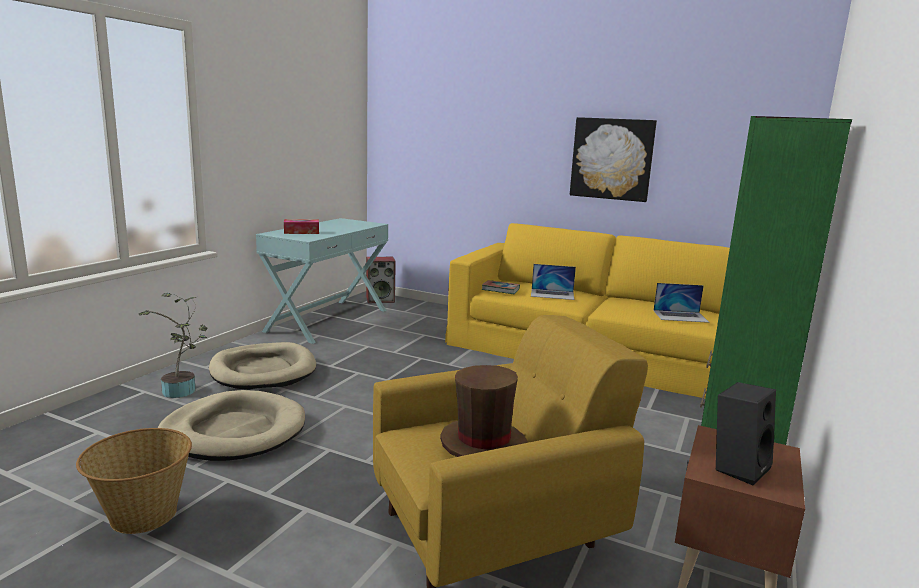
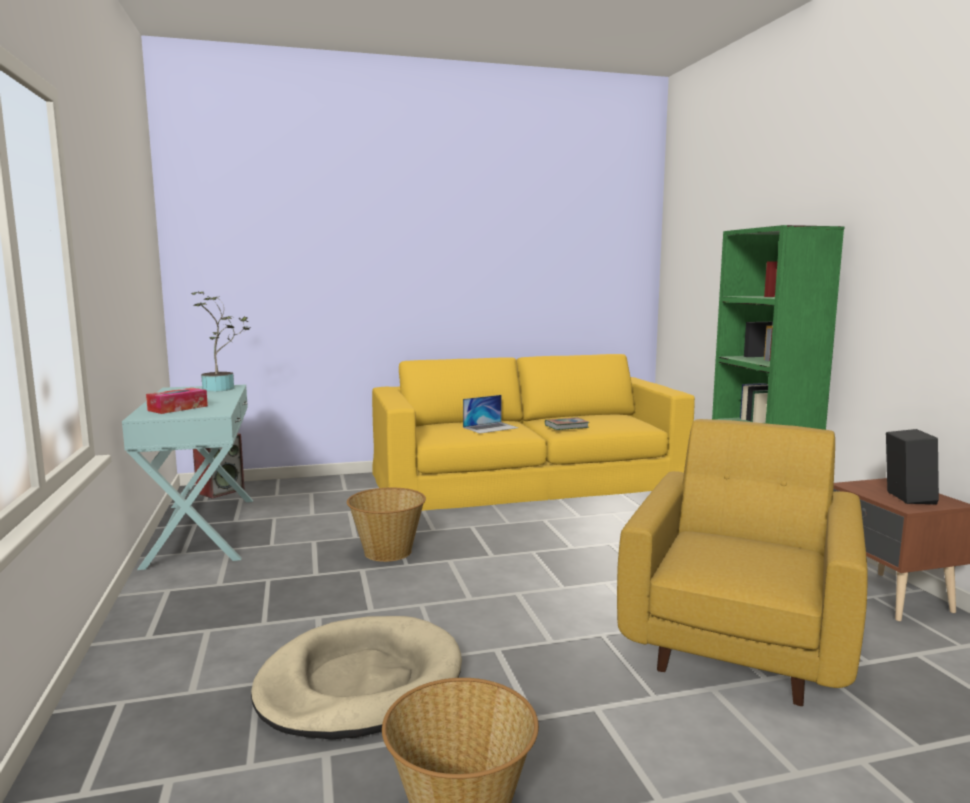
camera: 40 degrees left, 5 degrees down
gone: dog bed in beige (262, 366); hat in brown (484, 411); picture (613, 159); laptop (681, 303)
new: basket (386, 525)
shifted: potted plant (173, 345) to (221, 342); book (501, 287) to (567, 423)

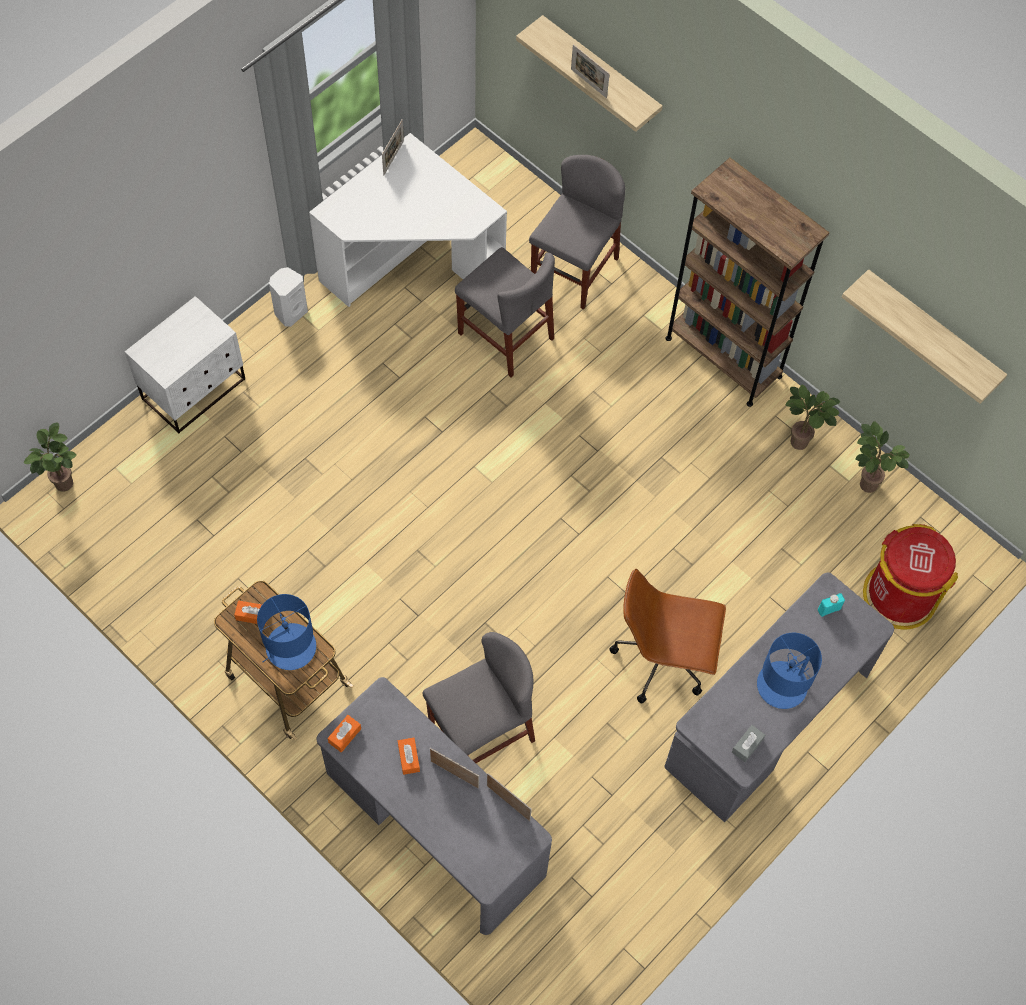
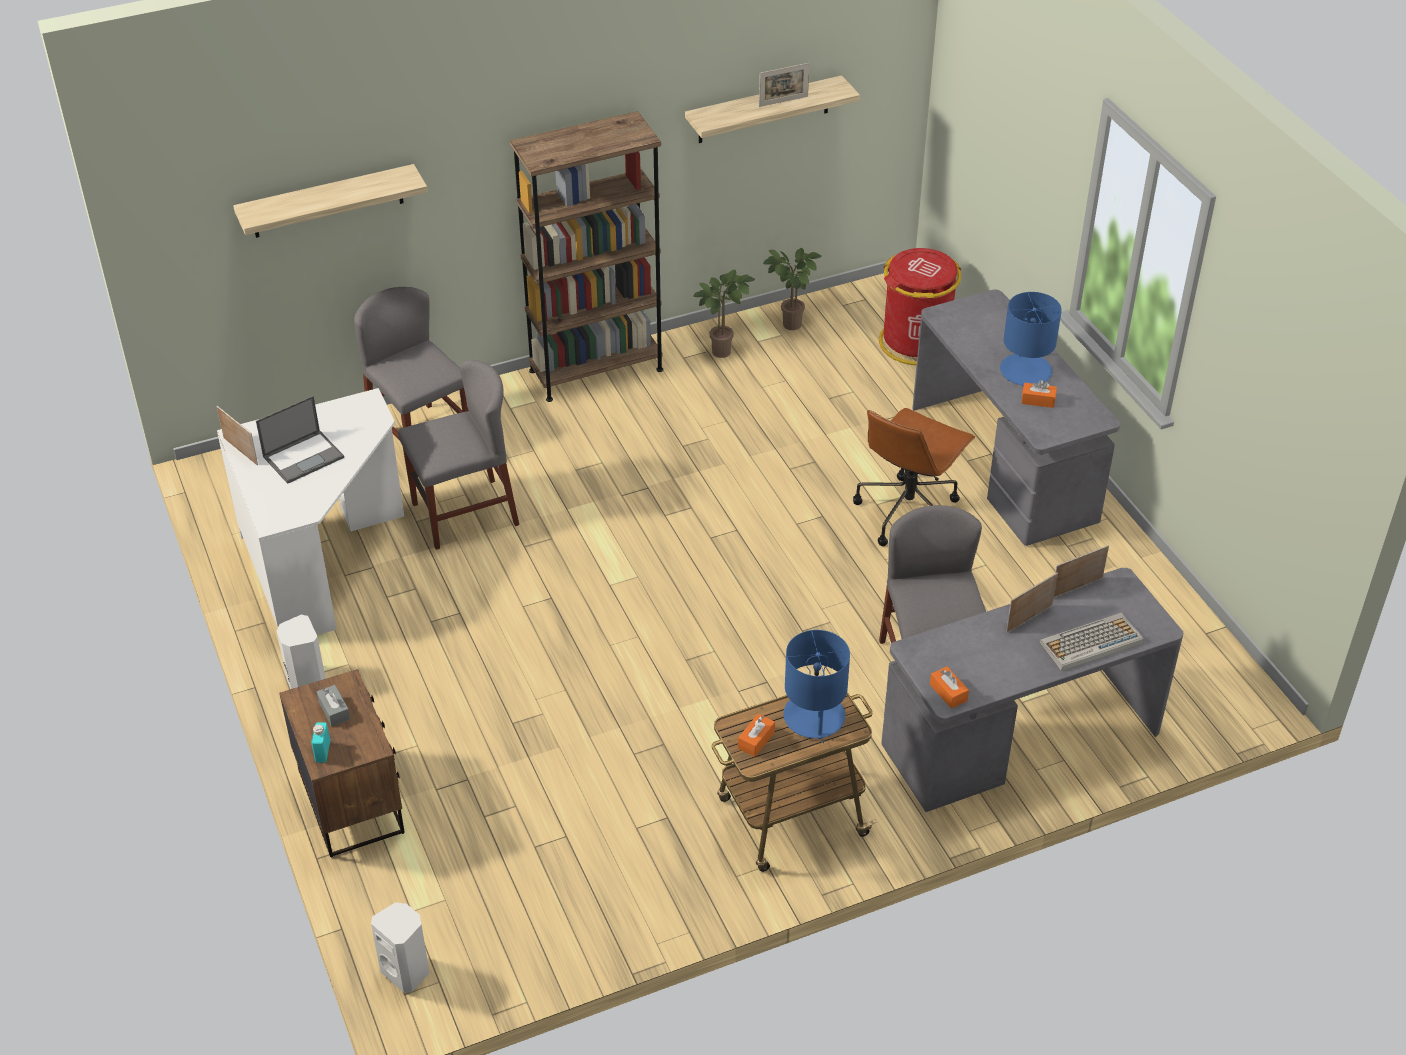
camera: 65 degrees left, 20 degrees down
new: laptop (300, 440); keyboard (1091, 642)
shifted: tissue box in orange (409, 756) to (1039, 394); picture frame (590, 71) to (784, 85); tissue box in grey (748, 743) to (333, 705); bottle in turquoise (831, 605) to (320, 742)
swapped: potted plant (50, 457) to speaker in white (400, 947)
repainted: nightstand in white (185, 364) to nightstand in brown (341, 763)

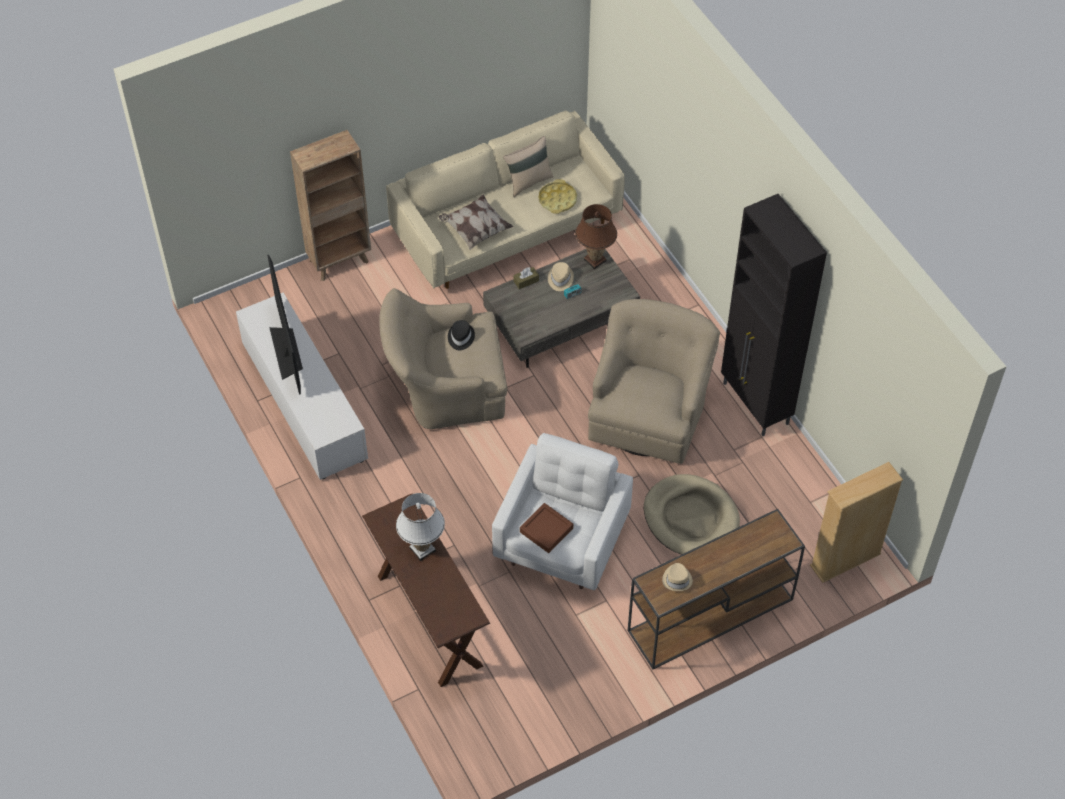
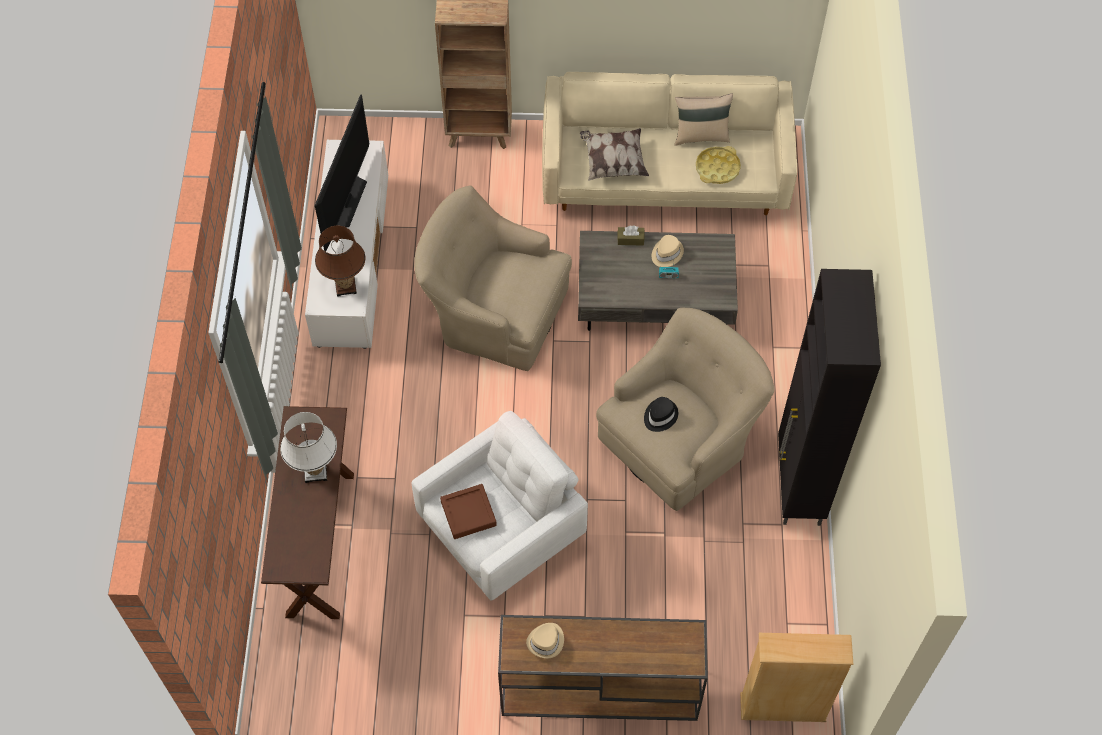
camera: 30 degrees right, 5 degrees up
gone: dog bed in beige (692, 514)
shifted: hat in black (461, 335) to (661, 414); table lamp in brown (596, 237) to (340, 261)

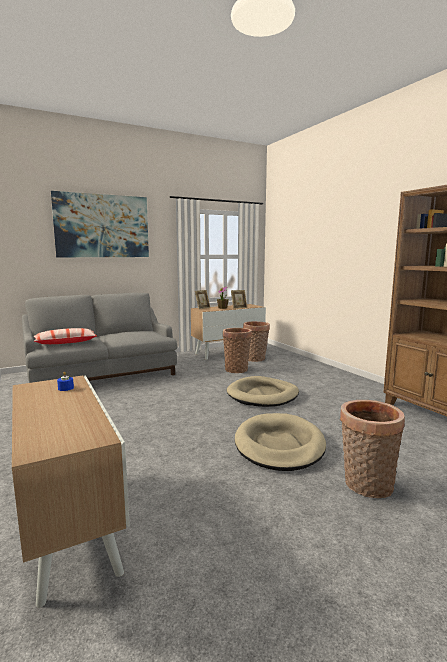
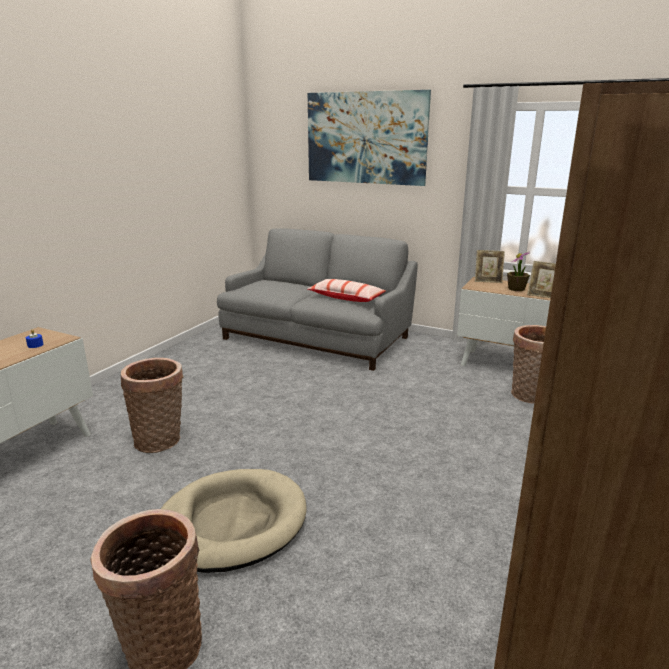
camera: 55 degrees right, 10 degrees up
gone: dog bed in beige (263, 391)
shifted: pillow (65, 336) to (346, 290); basket (237, 350) to (152, 405)

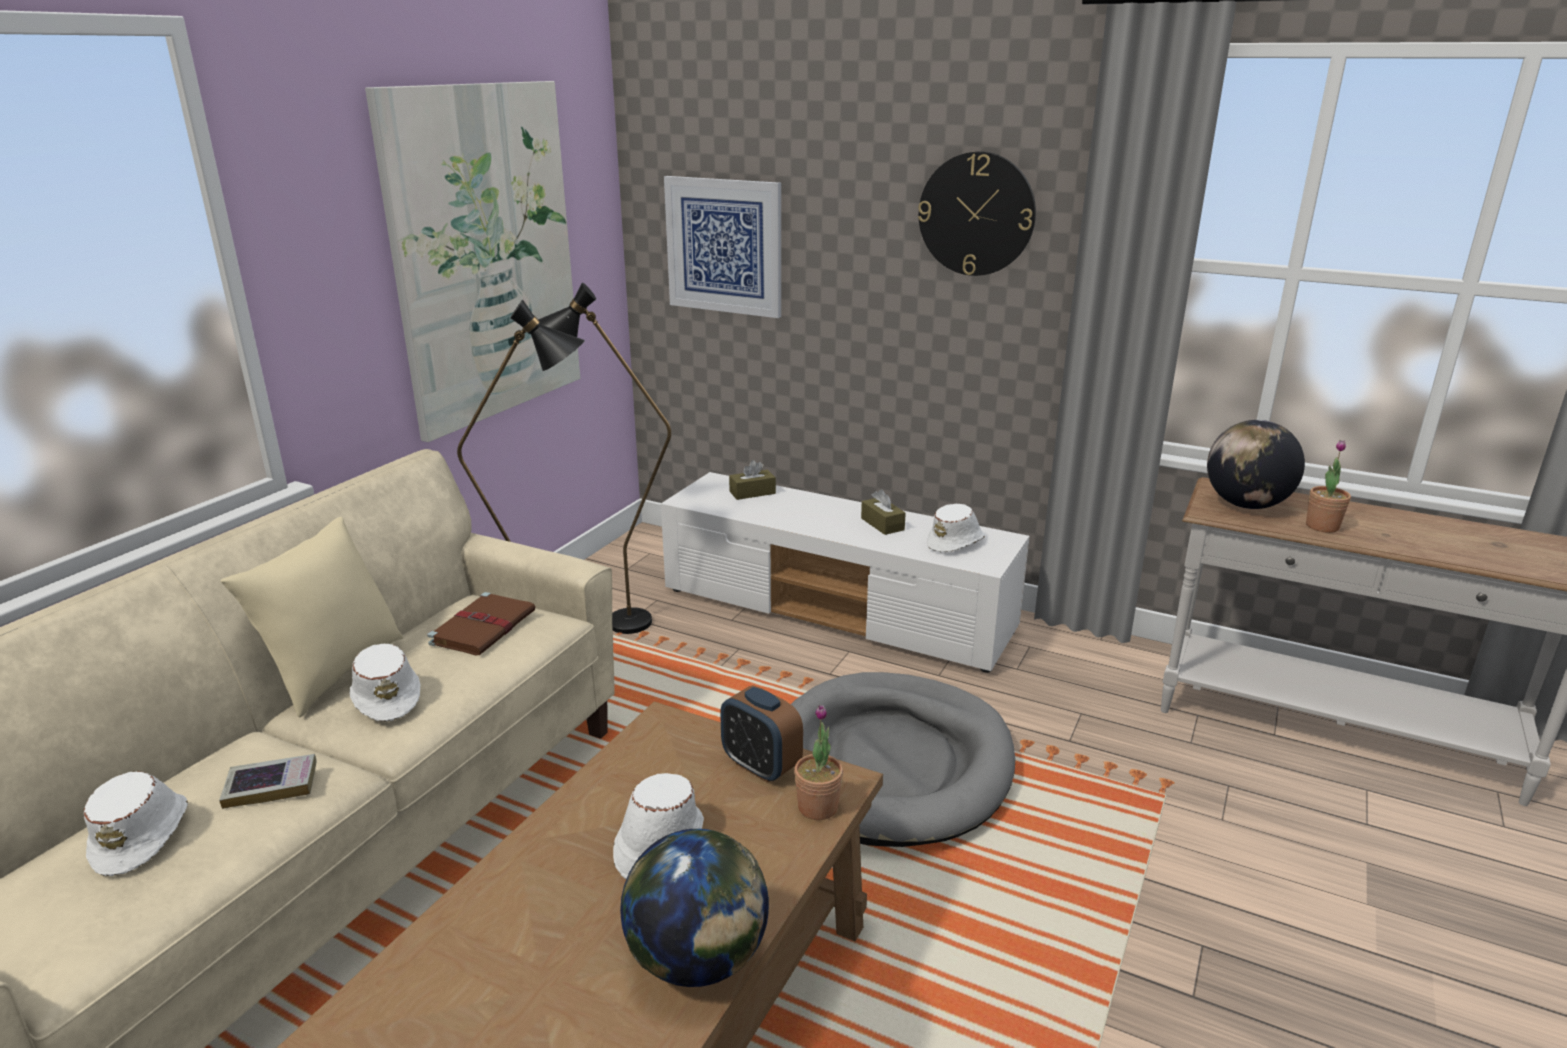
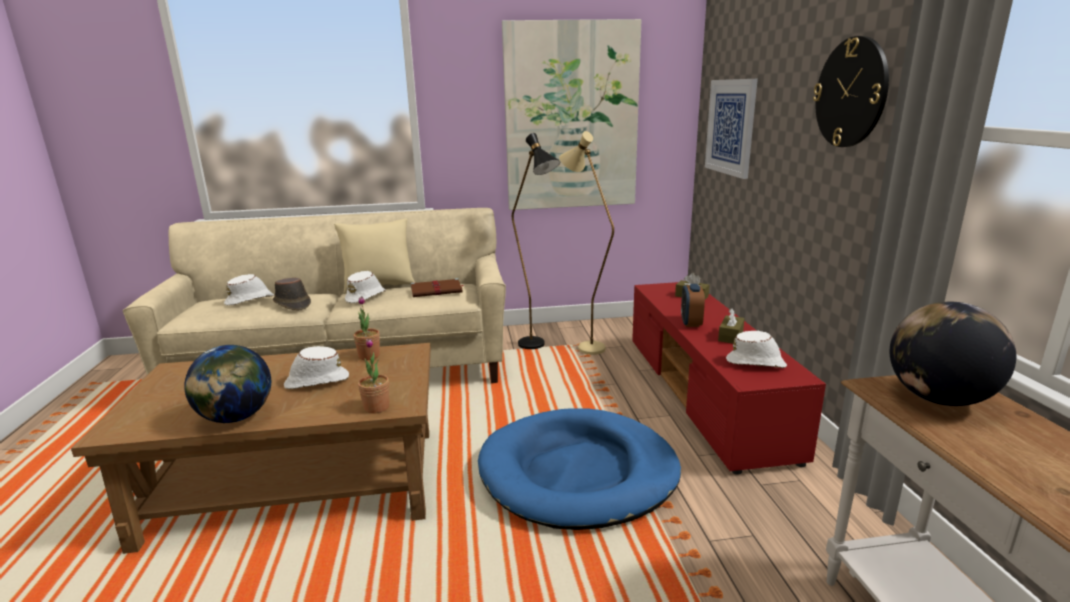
camera: 55 degrees right, 5 degrees down
shifted: alarm clock (761, 734) to (693, 305); potted plant (1328, 486) to (366, 328)
swapped: book (268, 781) to hat in brown (292, 294)
repainted: floor lamp in black (604, 458) to floor lamp in beige (586, 243); tv stand in white (845, 572) to tv stand in red (729, 378); dog bed in grey (903, 759) to dog bed in blue (579, 469)

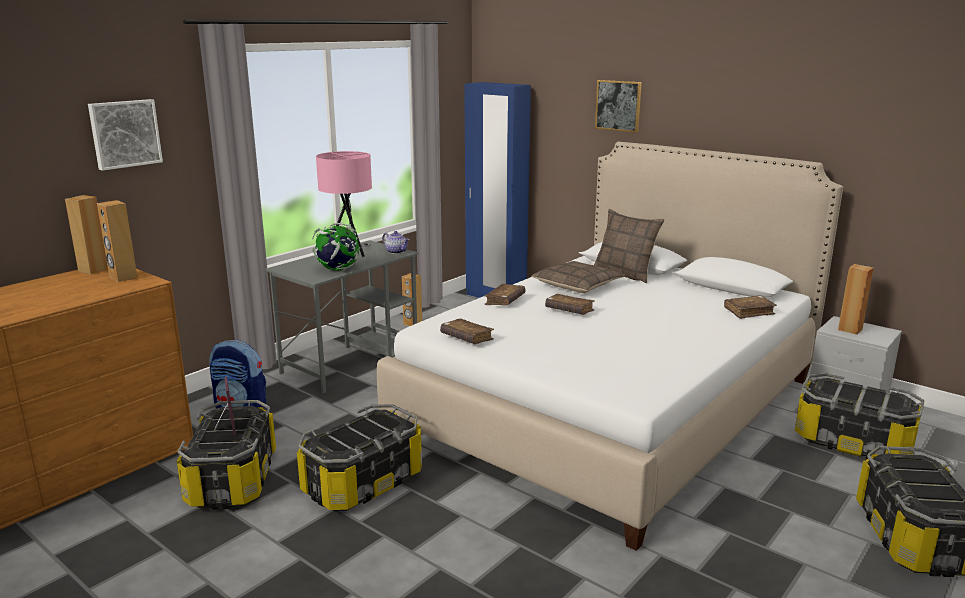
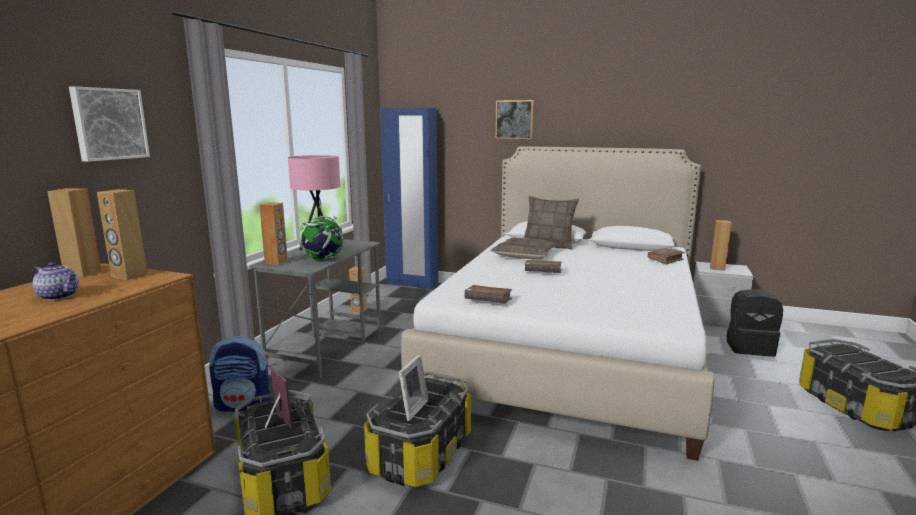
camera: 20 degrees left, 5 degrees down
gone: book in brown (505, 295)
new: speaker in brown (273, 233); picture frame (413, 388)
shifted: teapot (396, 242) to (55, 281)
swapped: storage box (859, 416) to backpack in black (755, 323)

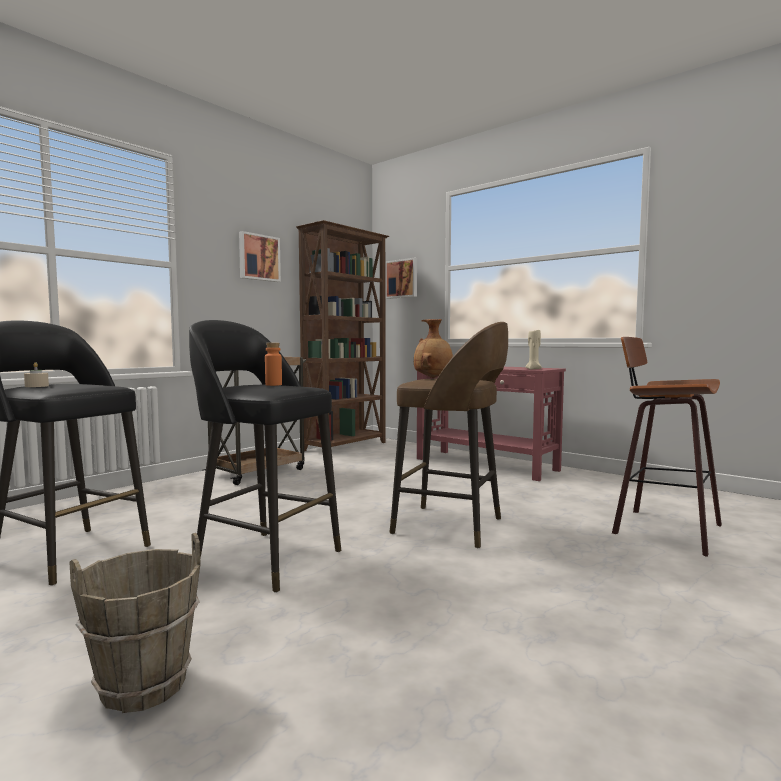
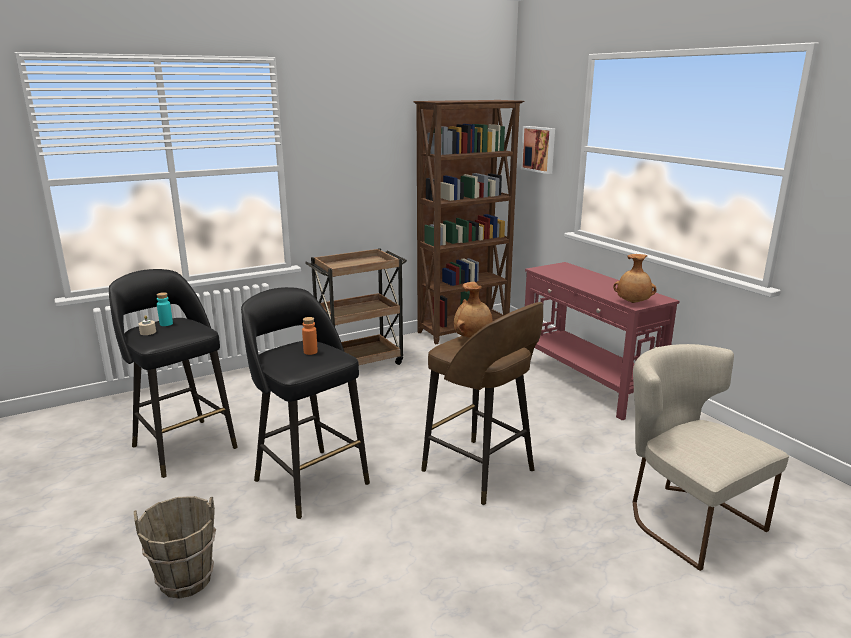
camera: 20 degrees right, 15 degrees up
gone: picture (260, 256)
new: bottle in turquoise (165, 309)
swapped: candle in beige (533, 349) to vase in brown (635, 278); stool (667, 447) to chair in beige (711, 457)

